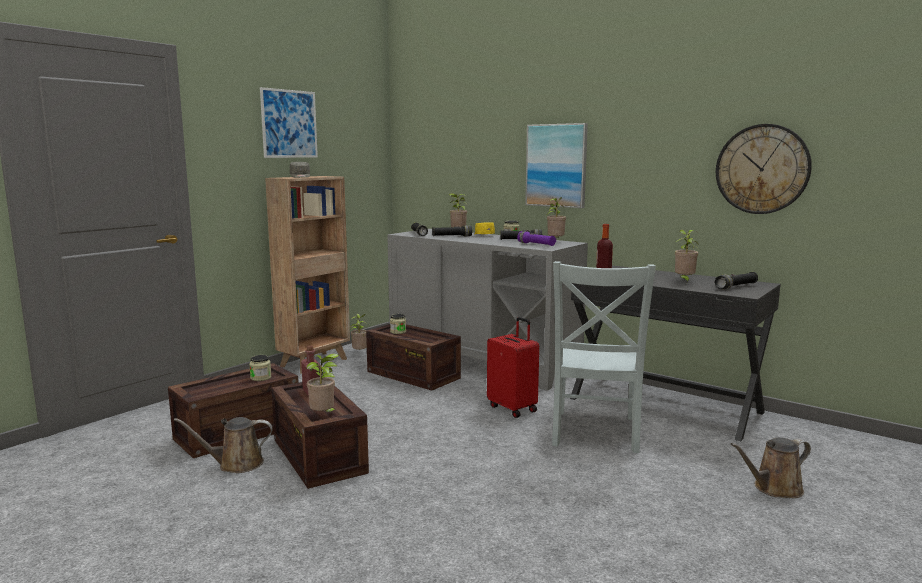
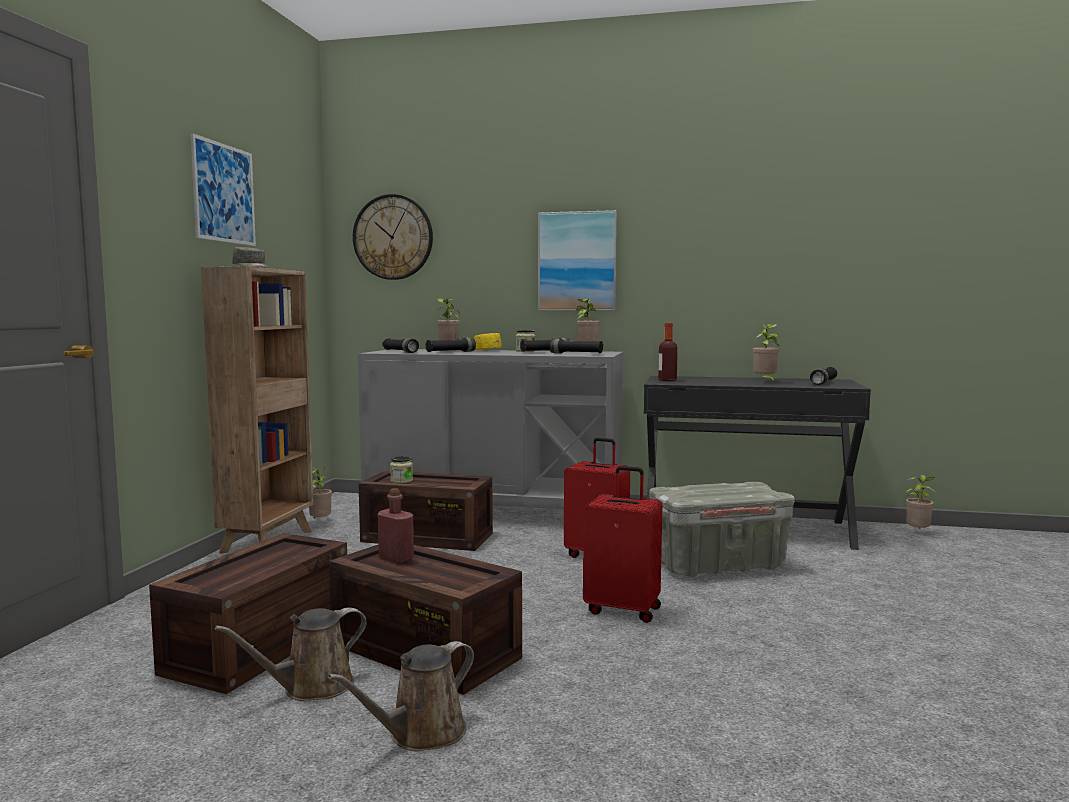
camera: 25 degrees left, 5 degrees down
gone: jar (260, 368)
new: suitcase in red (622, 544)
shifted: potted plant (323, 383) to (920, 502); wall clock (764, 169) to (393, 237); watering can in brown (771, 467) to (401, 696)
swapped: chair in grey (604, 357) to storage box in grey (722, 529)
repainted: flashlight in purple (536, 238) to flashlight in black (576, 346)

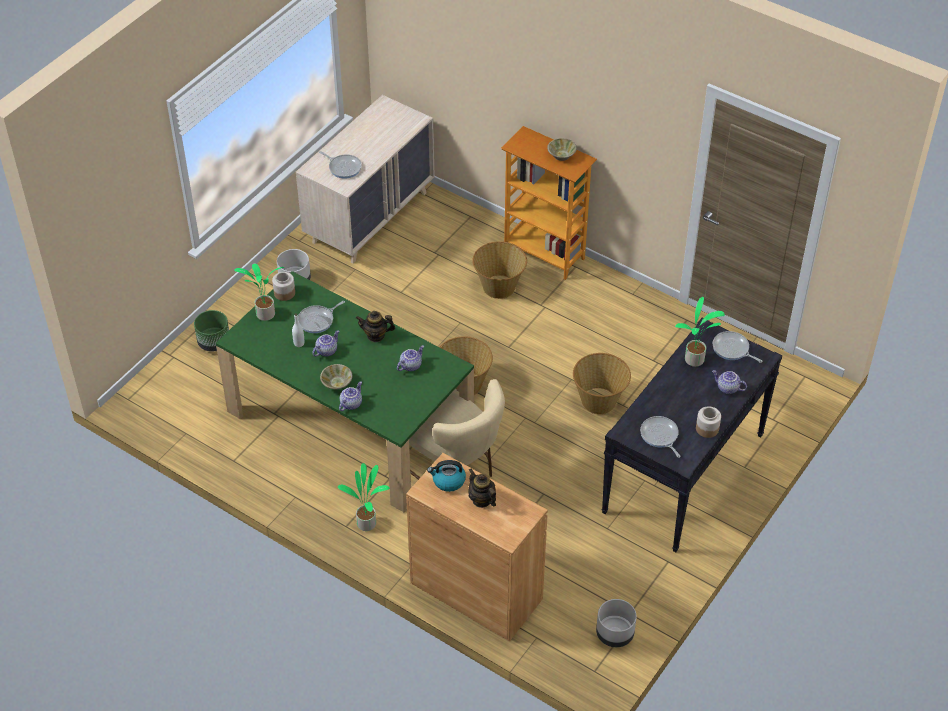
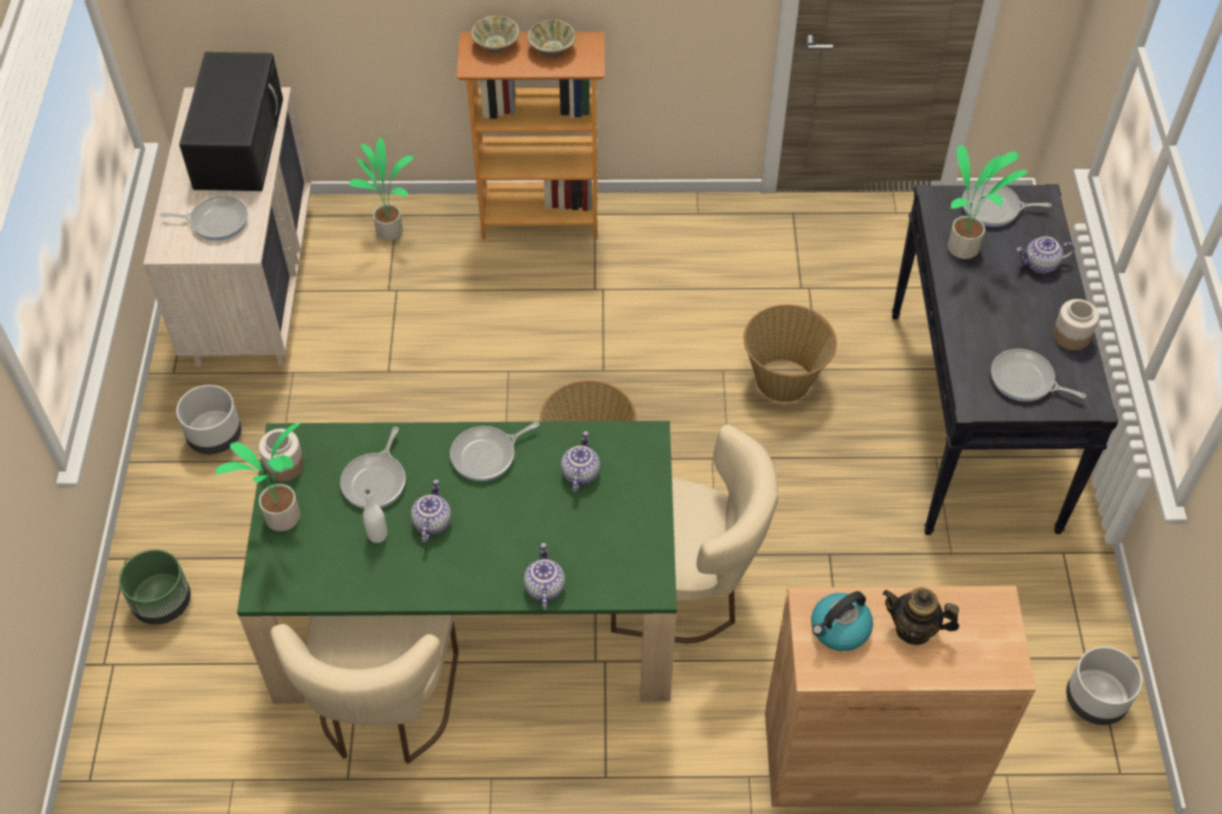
camera: 35 degrees left, 5 degrees up
gone: basket (499, 270)
new: microwave in black (231, 121); chair in beige (364, 689)
shifted: bowl in beige (336, 376) to (495, 34); potted plant (364, 497) to (381, 189)
swapped: teapot (375, 326) to frying pan (494, 451)

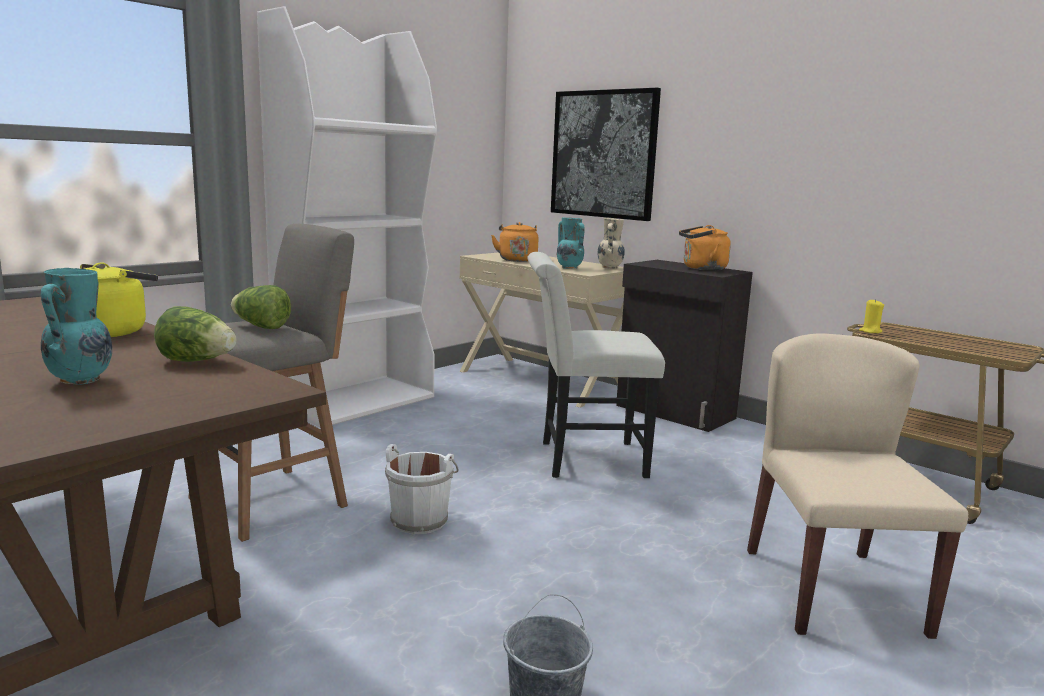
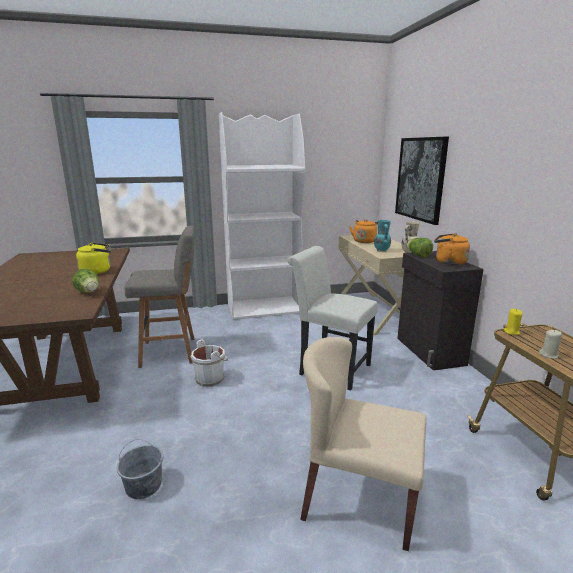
camera: 35 degrees right, 5 degrees up
gone: vase in turquoise (76, 326)
new: candle in beige (550, 344)
shifted: lettuce (261, 307) to (420, 247)
rotated: chair in beige (857, 486) = (363, 444) 105 degrees counterclockwise

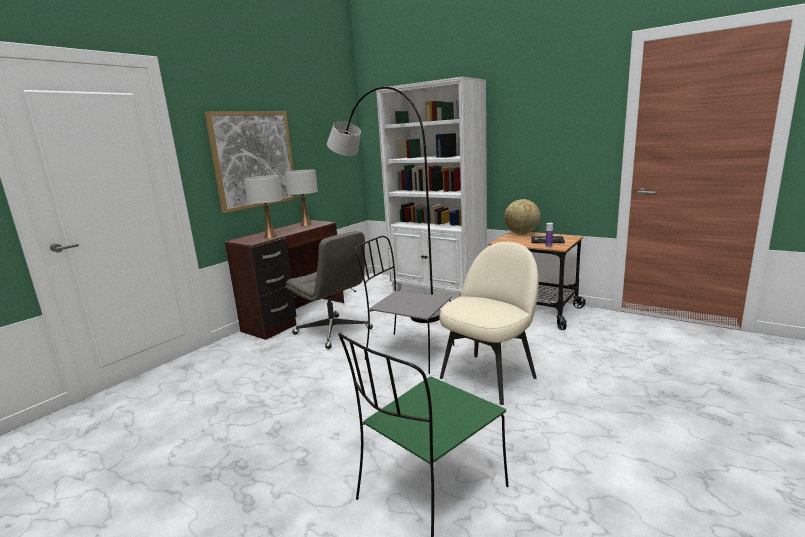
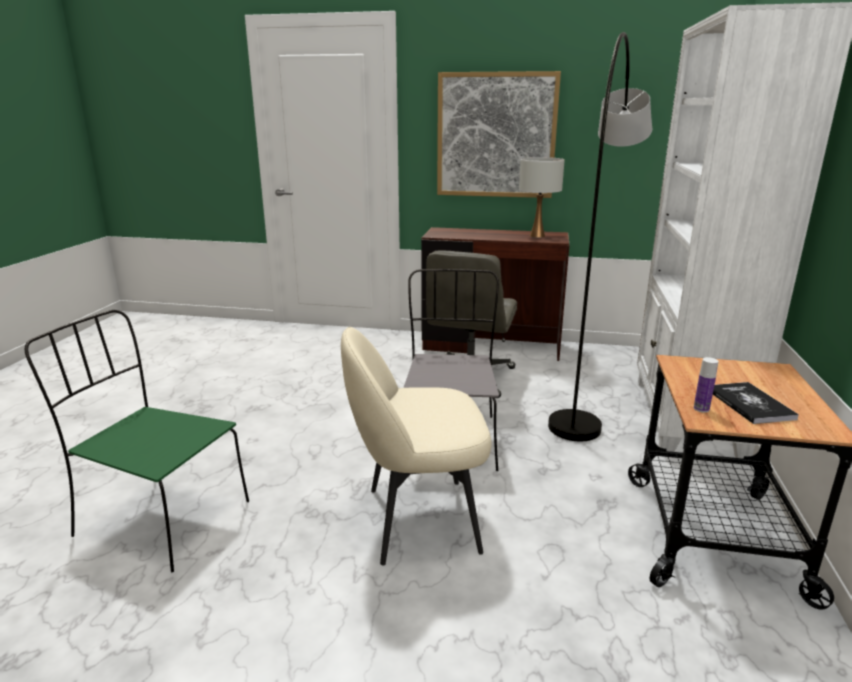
camera: 65 degrees right, 5 degrees up
gone: table lamp in white (263, 206); globe (522, 216)
rotated: chair in beige (489, 323) = (416, 446) 150 degrees clockwise

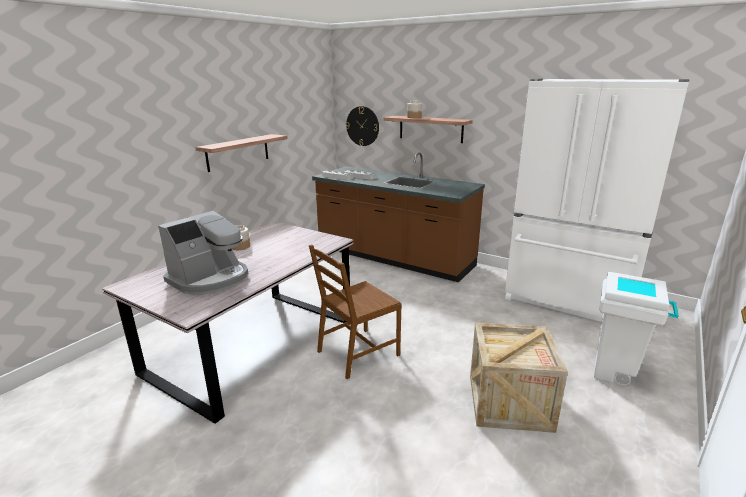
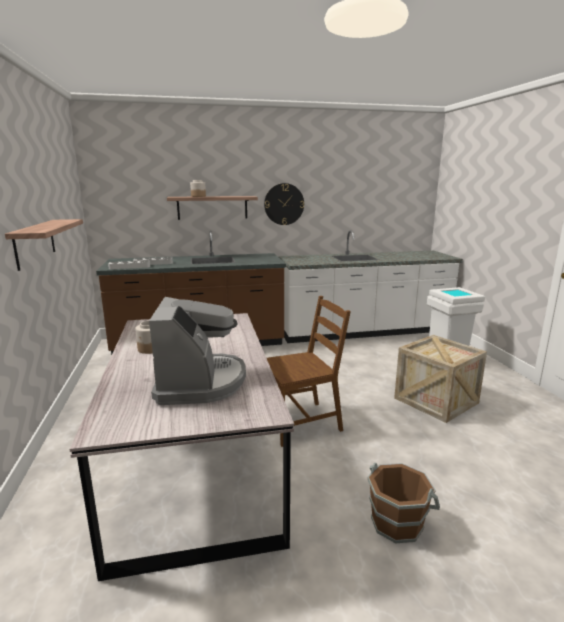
camera: 45 degrees left, 5 degrees down
new: bucket in brown (404, 503)
shifted: wall clock (362, 126) to (284, 204)
swapped: fridge in white (597, 200) to counter in white (370, 286)
rotated: chair in brown (355, 311) = (309, 371) 120 degrees counterclockwise

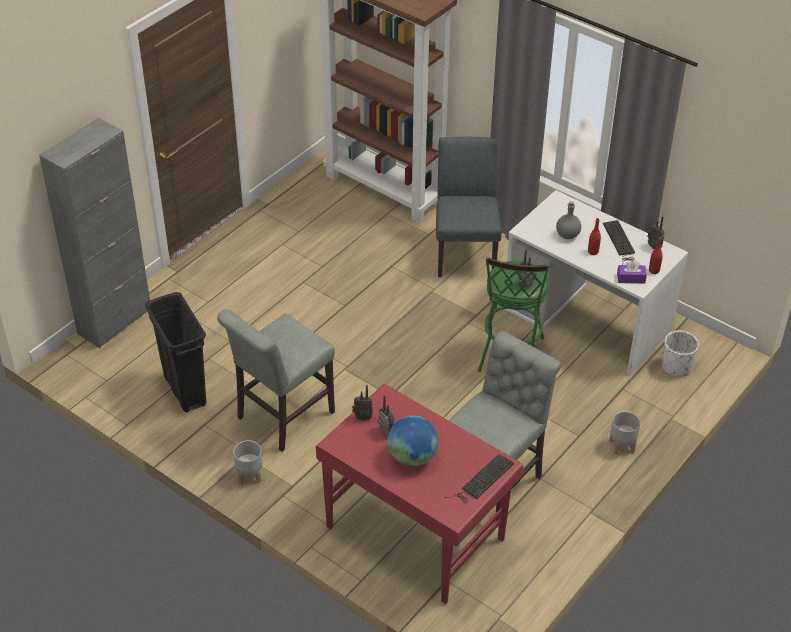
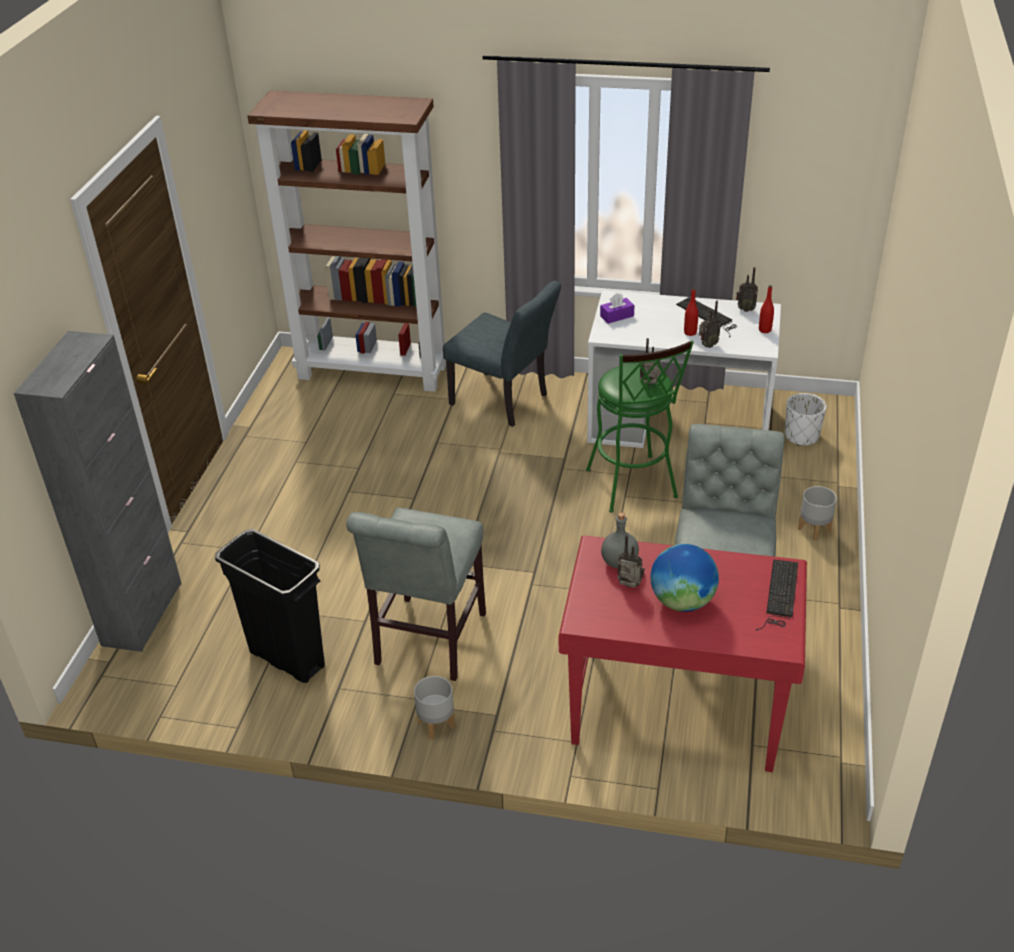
camera: 25 degrees left, 5 degrees down
shifted: radio (362, 402) to (710, 324); bottle in grey (568, 220) to (620, 540); tissue box in purple (632, 272) to (617, 308)
rotated: chair in grey (469, 207) = (502, 354) 150 degrees clockwise

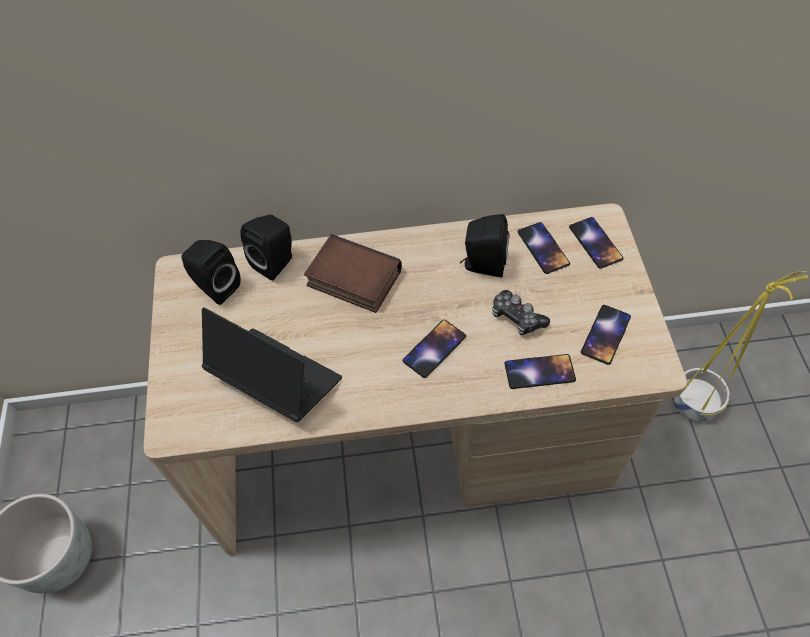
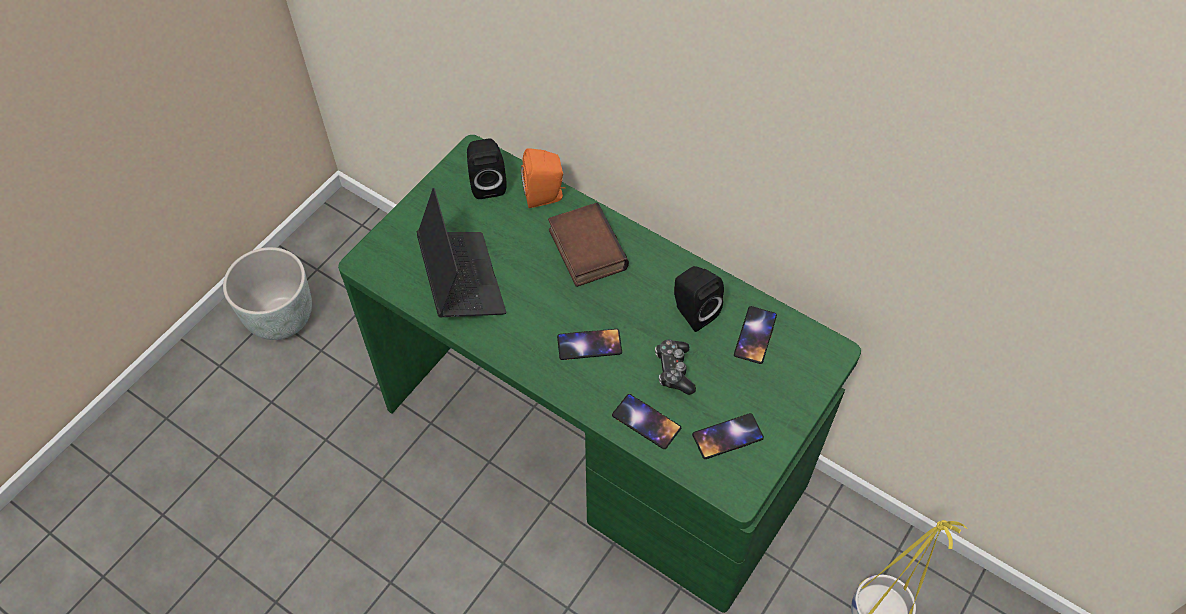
camera: 40 degrees right, 0 degrees up
gone: phone (596, 243)
repainted: desk in beige (415, 379) to desk in green (599, 374); speaker in black (266, 248) to speaker in orange (543, 178)

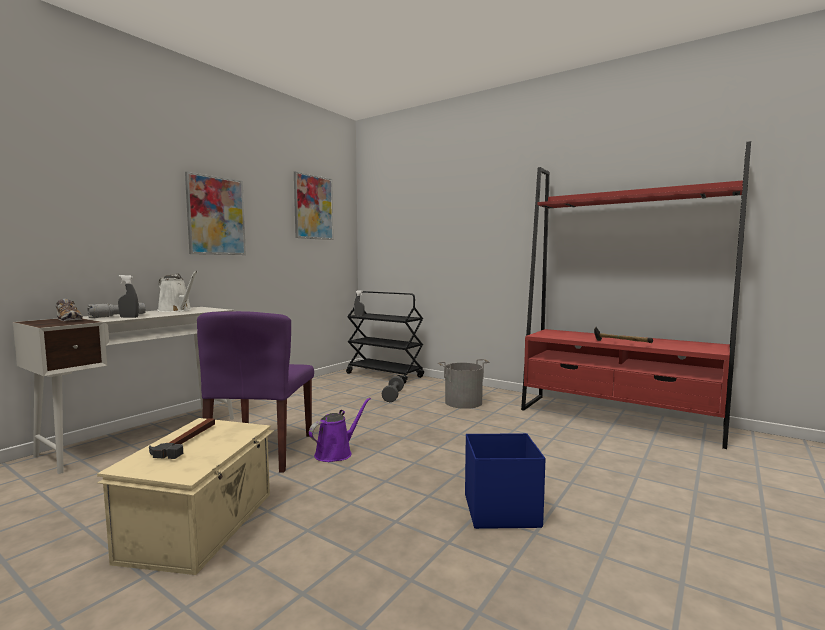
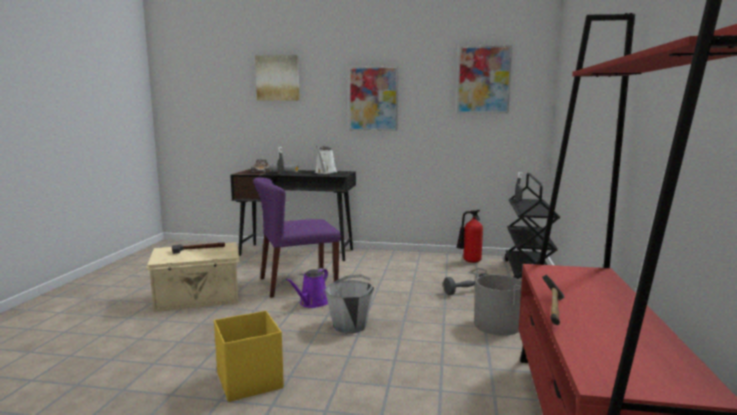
camera: 65 degrees right, 5 degrees up
new: picture (277, 78); bucket in grey (349, 303); fire extinguisher (469, 236)
repainted: desk in white (123, 390) to desk in black (293, 215); storage box in blue (505, 481) to storage box in yellow (249, 356)
rotated: watering can in purple (340, 430) = (307, 288) 105 degrees clockwise

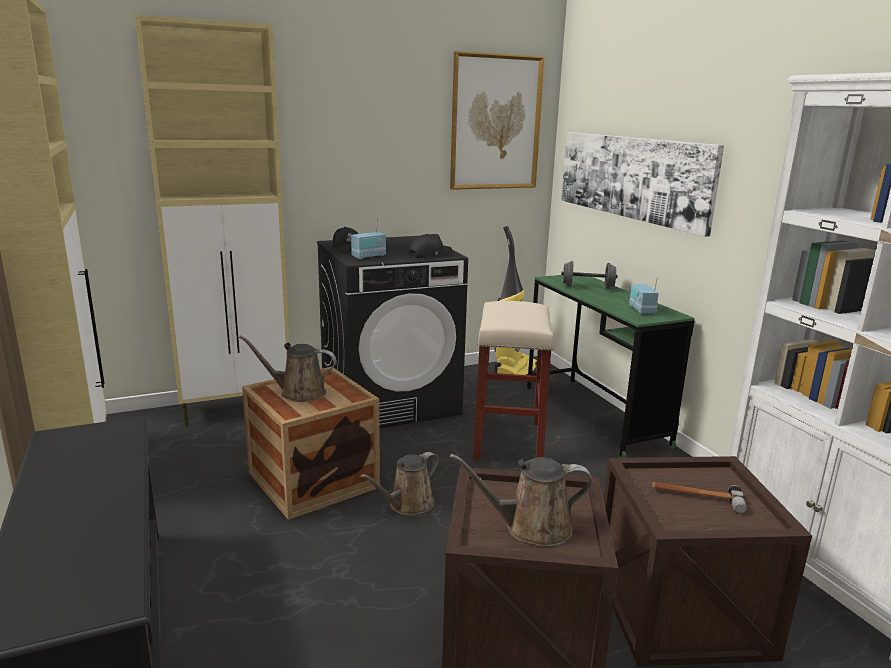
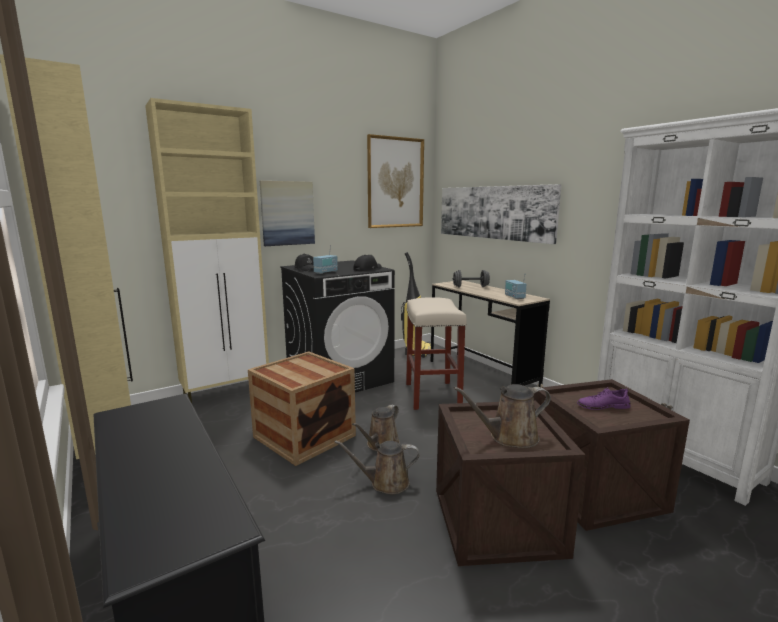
camera: 10 degrees left, 5 degrees down
new: picture (287, 213)
shifted: watering can in brown (287, 368) to (376, 467)
swapped: hammer (699, 498) to shoe in purple (604, 398)
repainted: desk in green (610, 366) to desk in beige (490, 333)

